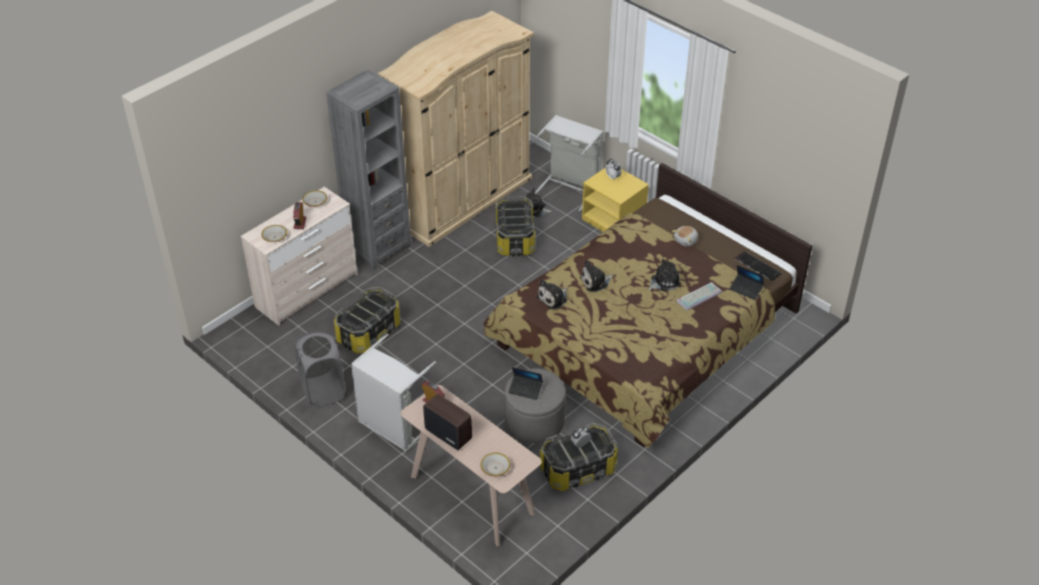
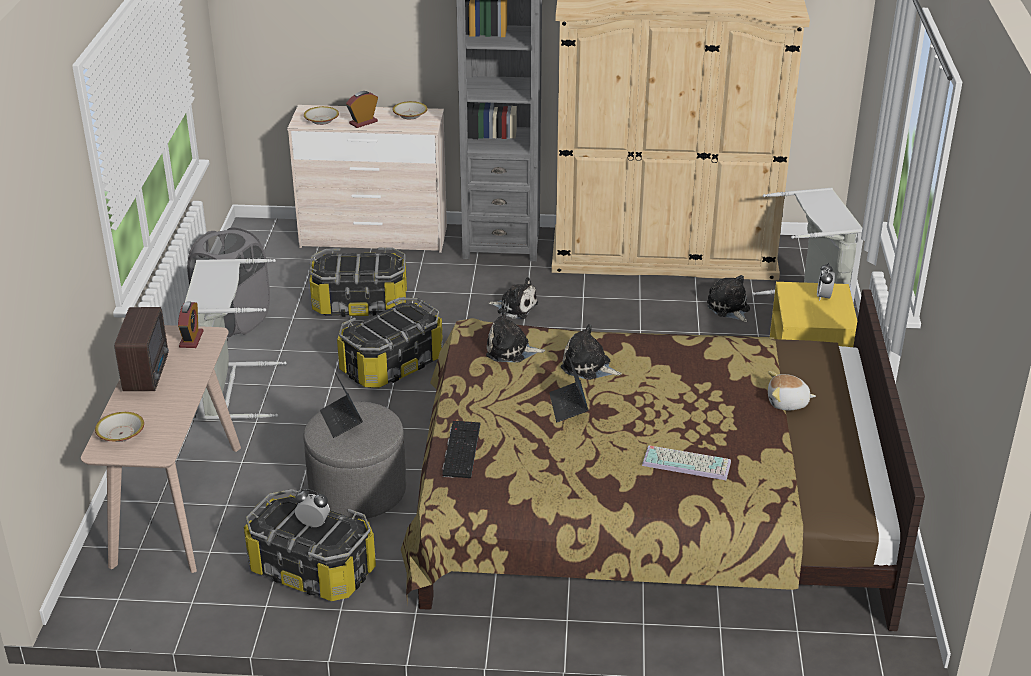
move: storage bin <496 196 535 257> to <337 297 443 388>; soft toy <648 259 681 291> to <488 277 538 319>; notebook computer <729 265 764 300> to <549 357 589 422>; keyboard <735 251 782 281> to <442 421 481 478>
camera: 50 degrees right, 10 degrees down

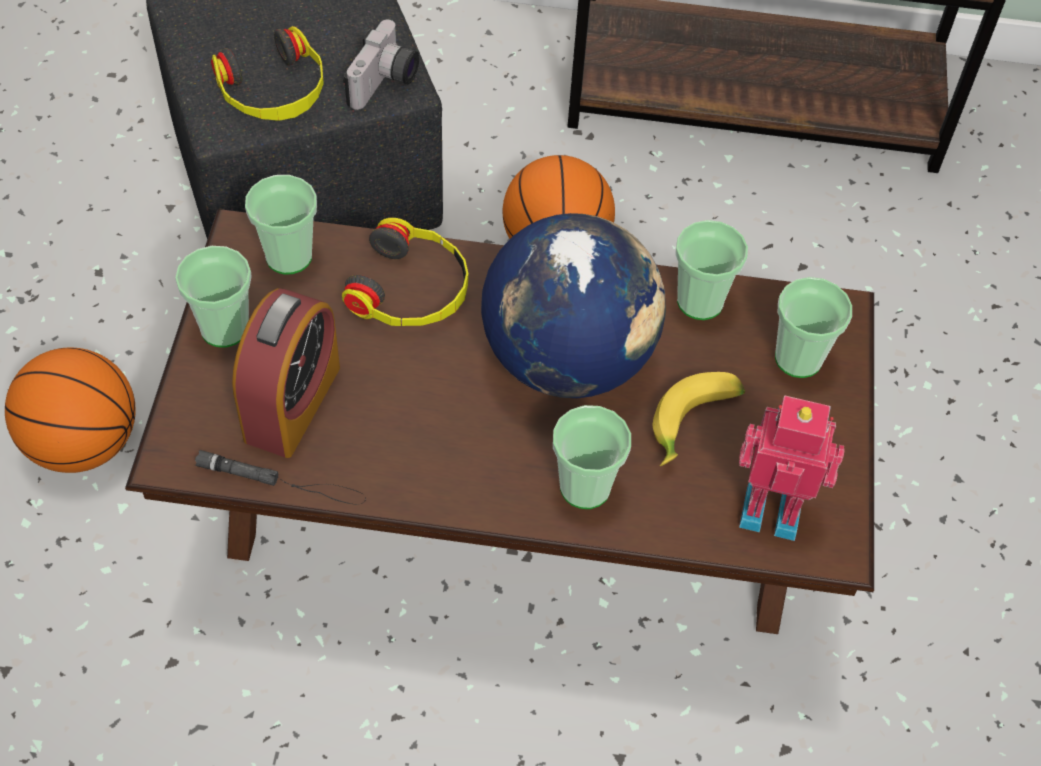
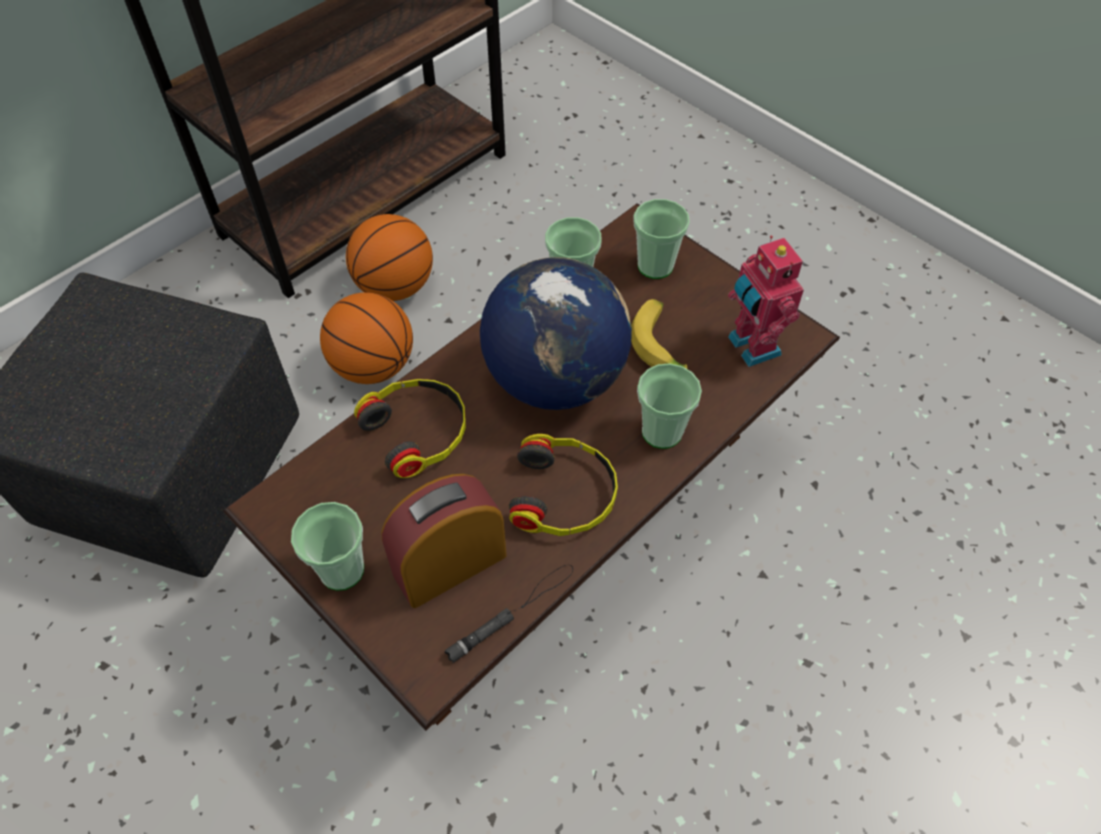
delete: cup <245 175 317 274>; still camera <343 20 419 110>
move: ball for basketball <5 348 136 473> to <346 214 433 301>; headset <211 26 324 121> to <509 434 618 536>
rotate: alarm clock <232 288 340 458> = <381 474 507 608> 90 degrees counterclockwise; toy robot <739 395 845 541> = <728 235 804 367> 75 degrees counterclockwise
camera: 50 degrees left, 0 degrees up

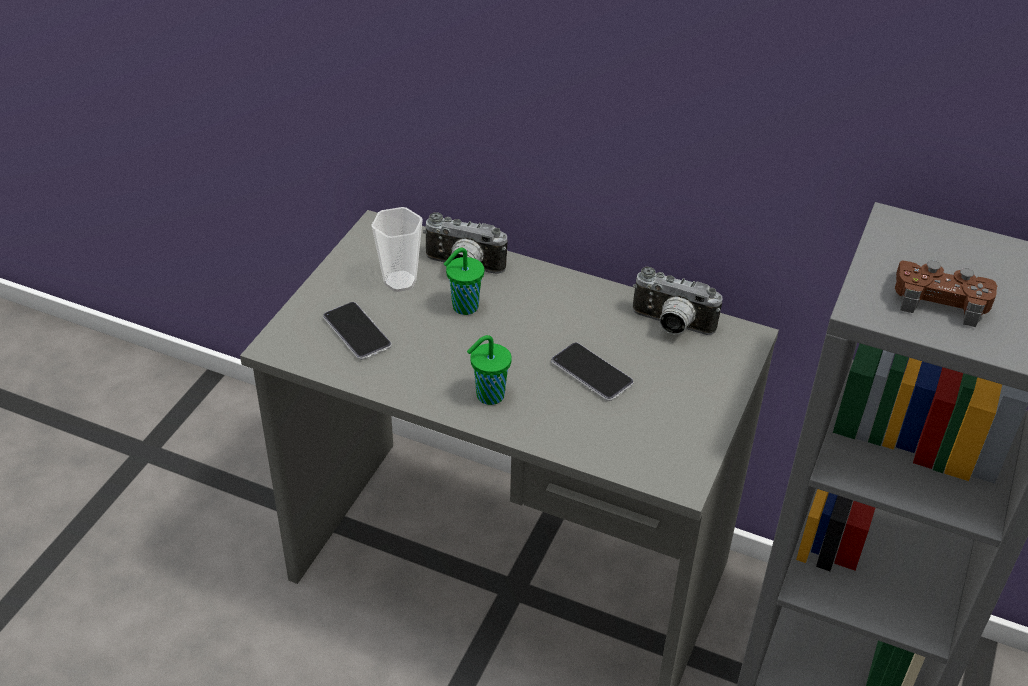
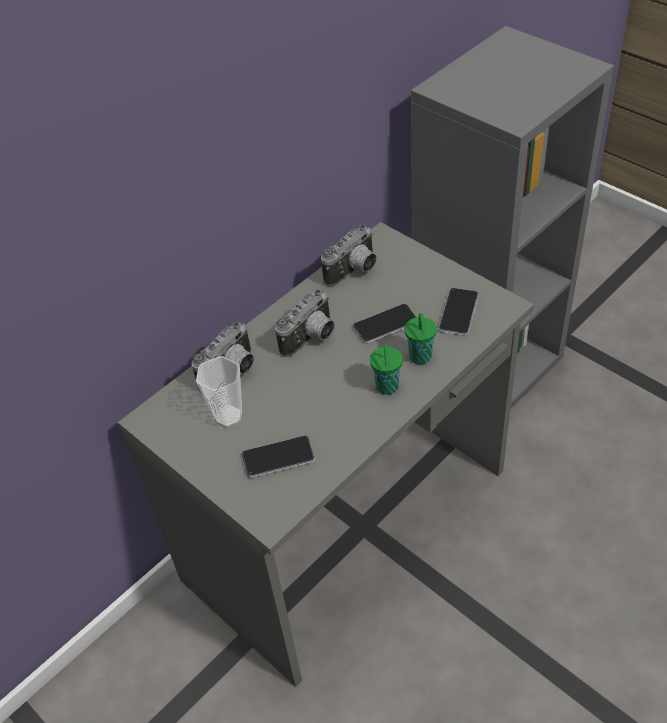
delete: brown-coloured gamepad <895 260 997 327>
insert: still camera <275 290 334 357>; handset <438 288 479 335>
move: green-coloured cup <444 248 484 315> to <404 313 437 364>
camera: 65 degrees left, 5 degrees up

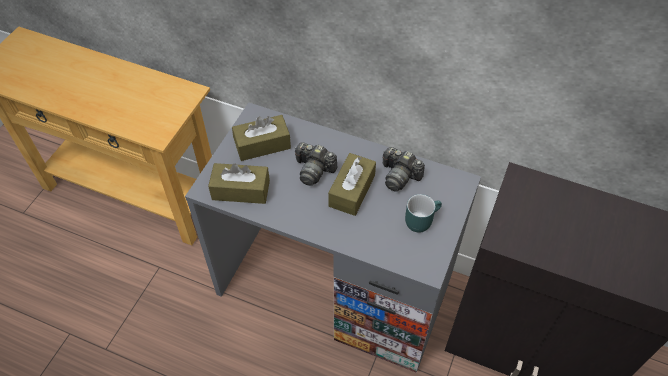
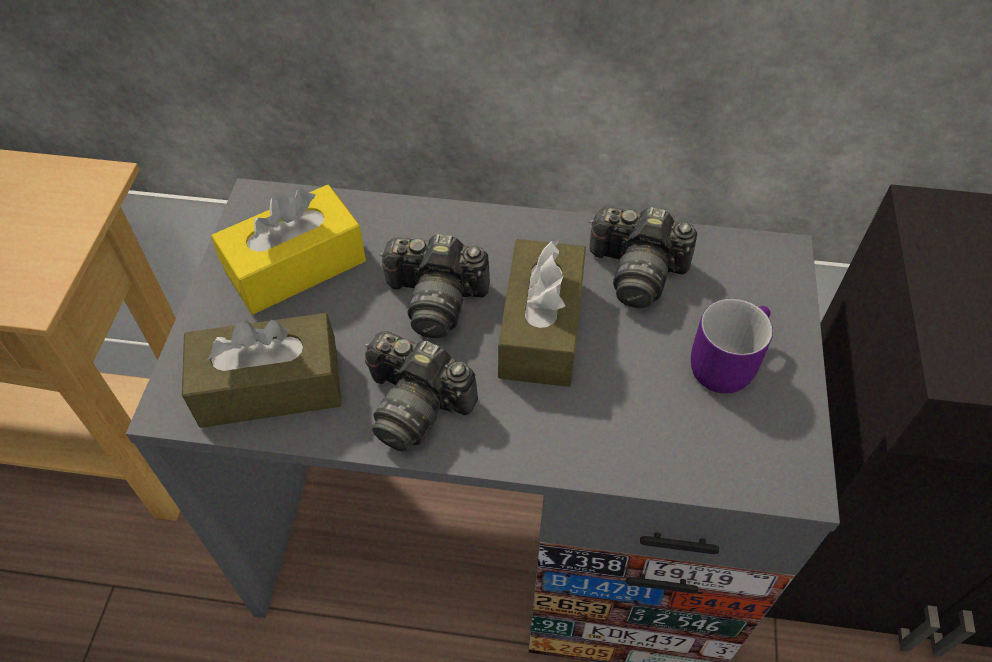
insert: still camera <365 331 478 452>
recolor: brown-coloured tissue holder <232 115 291 161> to yellow tissue holder <211 185 366 314>; turquoise coffee mug <405 194 442 233> to purple coffee mug <691 298 773 394>
camera: 15 degrees left, 0 degrees up

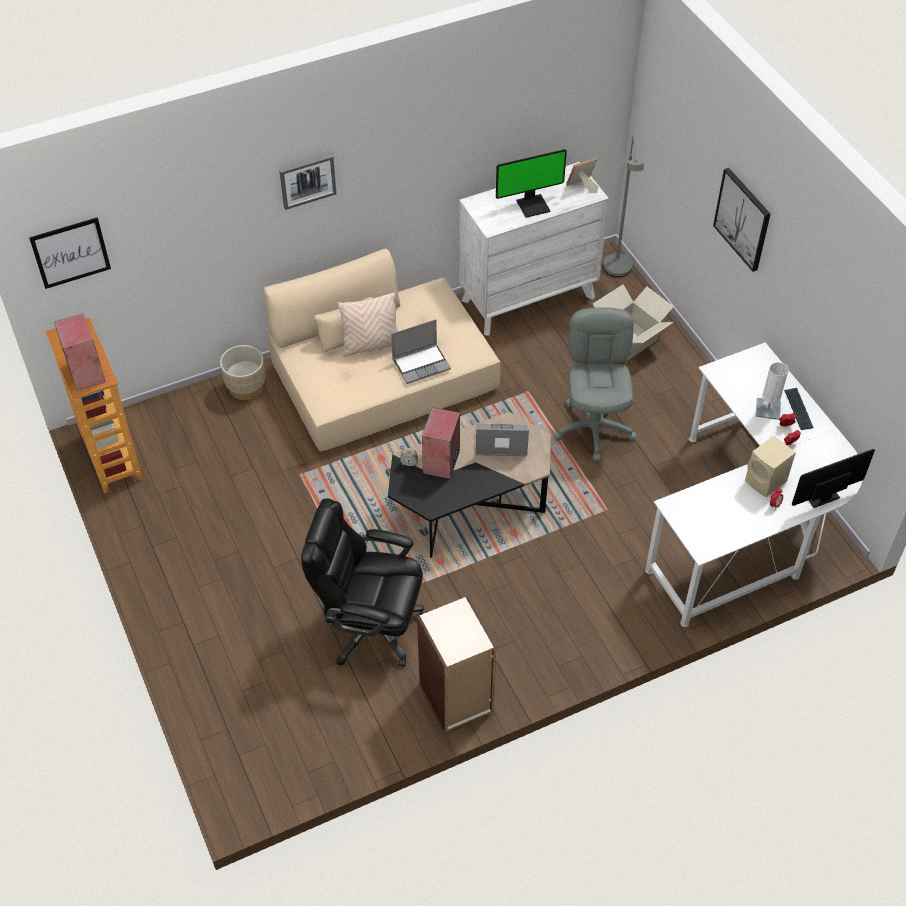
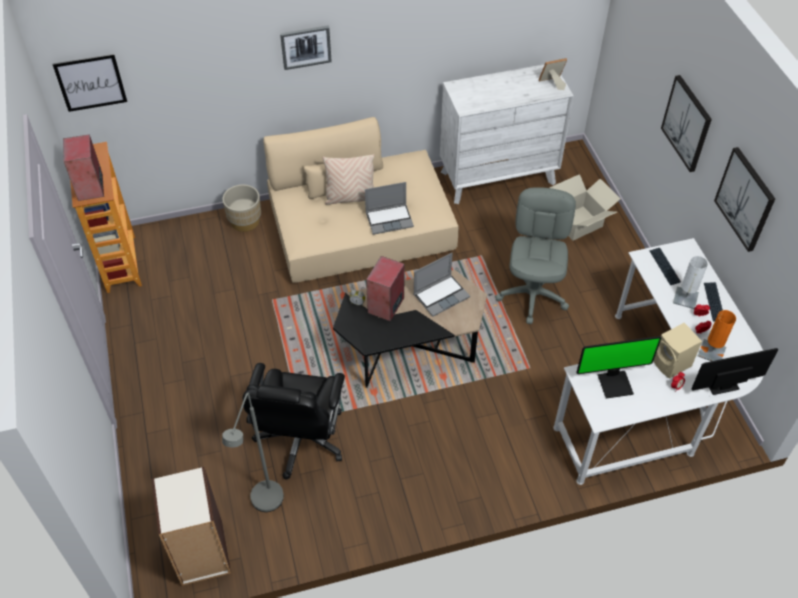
insert: keyboard <649 248 681 285>; orange-coloured lamp for a table <698 310 736 361>; picture <714 147 775 252>
move: shelving unit <417 596 496 733> to <151 467 231 586>; computer display <496 149 567 218> to <576 336 661 399>; greyish floor lamp <603 136 644 277> to <222 393 284 512>
rotate: black desk chair <301 498 428 667> = <243 363 345 480> 105 degrees counterclockwise; notebook computer <476 424 529 456> = <414 253 470 317> 135 degrees clockwise
camera: 10 degrees right, 0 degrees up

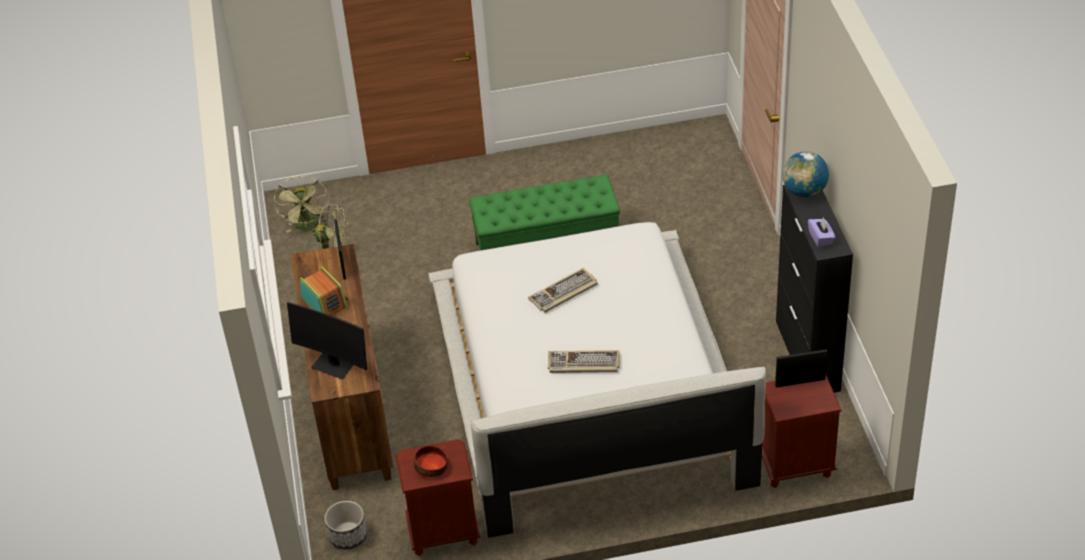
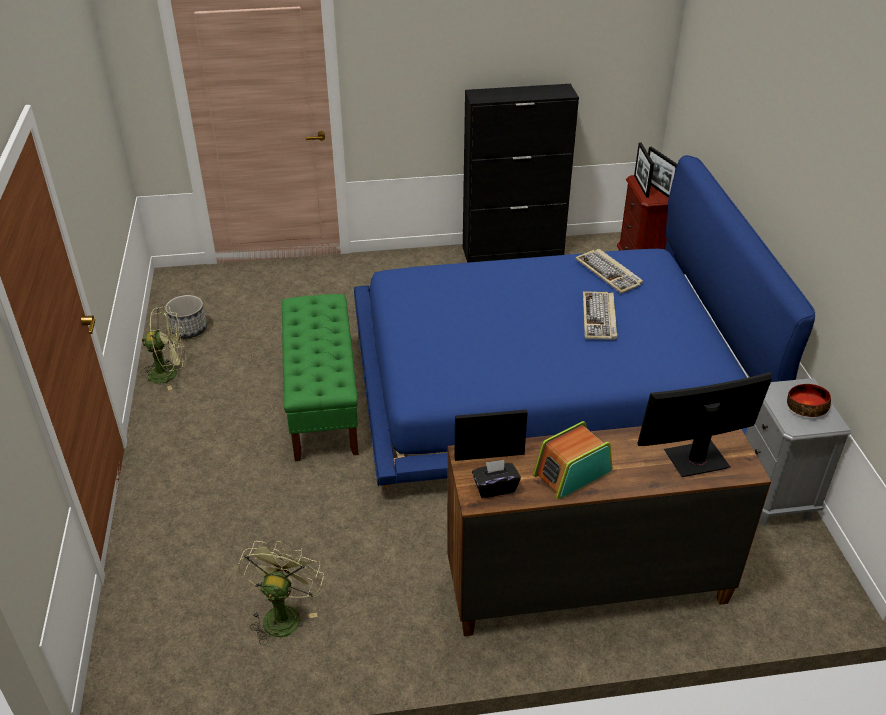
delete: world globe <782 151 829 197>; purple tissue holder <808 217 835 248>
insert: black tissue holder <472 459 521 498>; photo frame <648 147 677 198>
move: green-coloured electric fan <274 176 329 233> to <140 306 187 390>; plant pot <325 501 367 549> to <165 295 207 338>; keyboard <528 268 598 313> to <575 249 643 294>
recolor: brown-coloured night table <396 439 480 556> to greyish night table <745 378 851 526>; whitish sleeping bed <428 222 766 538> to blue-coloured sleeping bed <354 155 815 487>
rotate: computer display <287 302 367 380> = <637 372 772 477> 135 degrees counterclockwise
camera: 90 degrees left, 5 degrees down

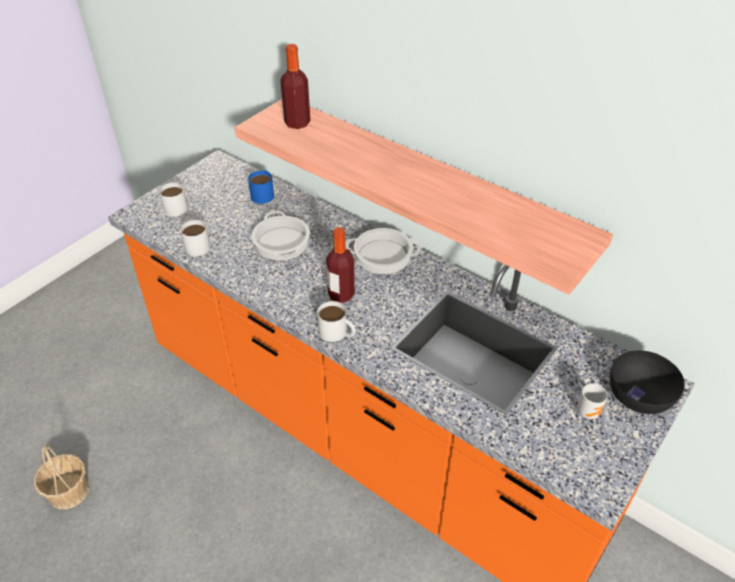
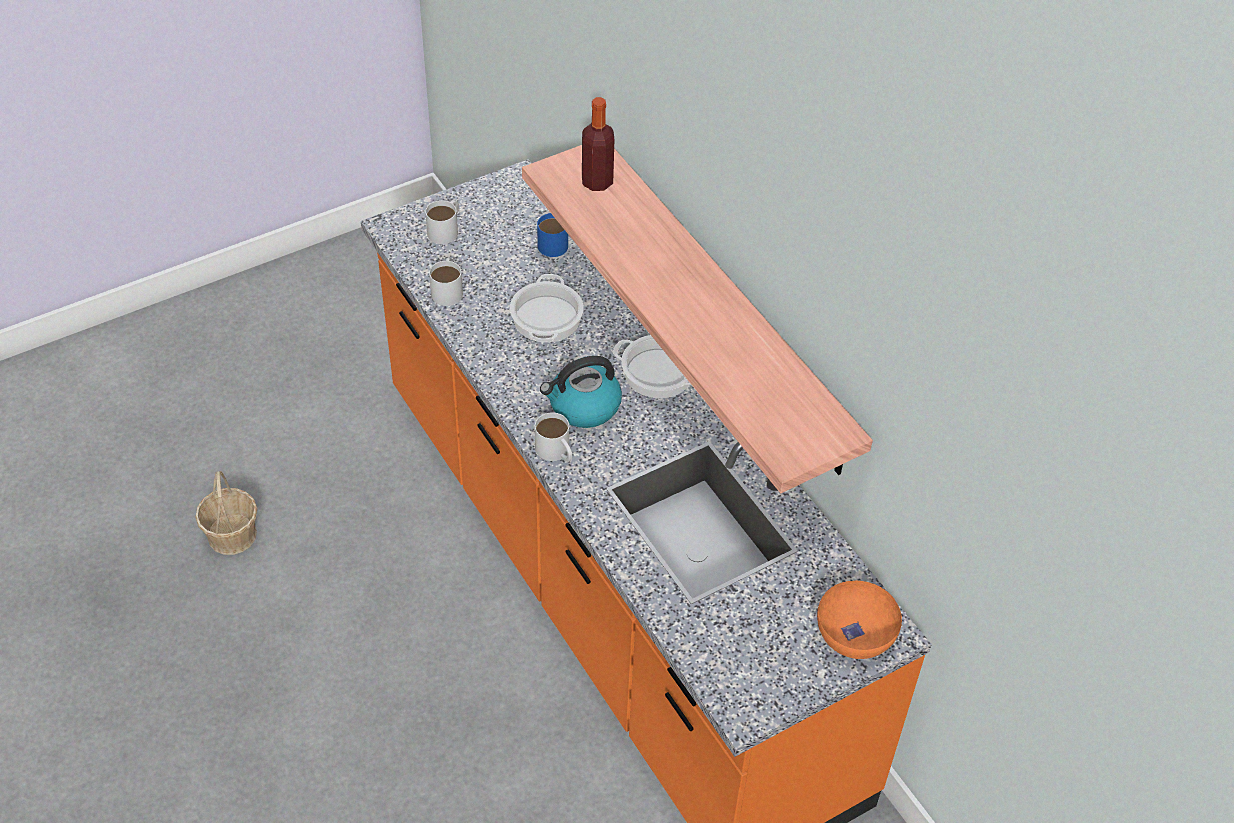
delete: coffee mug <577 384 608 419>
replace: drink bottle <326 227 355 303> to water kettle <540 356 622 428>
recolor: black bowl <610 350 684 414> to orange-coloured bowl <817 581 902 659>
camera: 20 degrees right, 5 degrees up

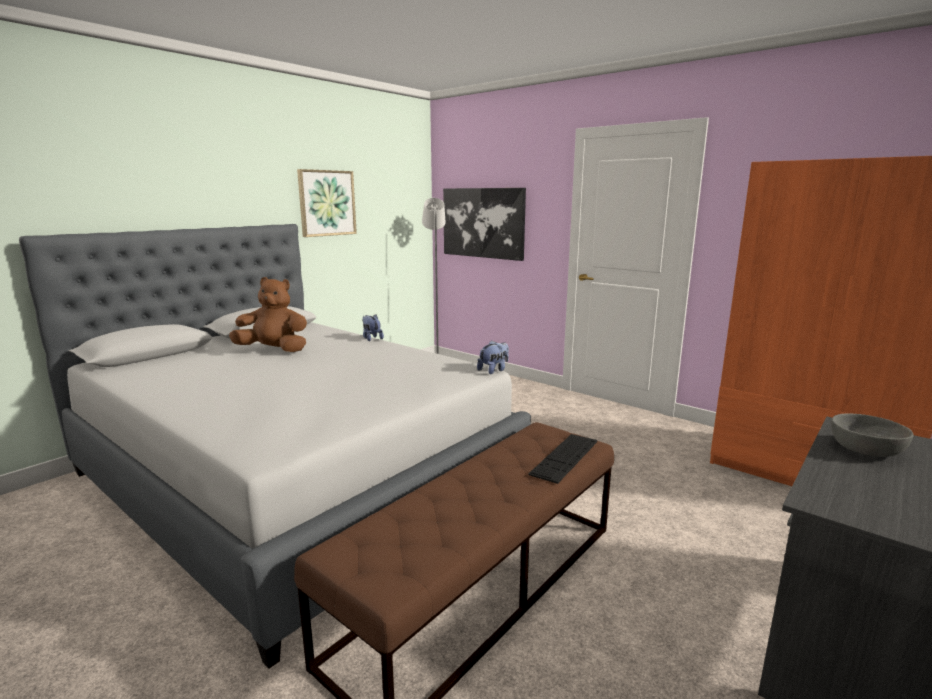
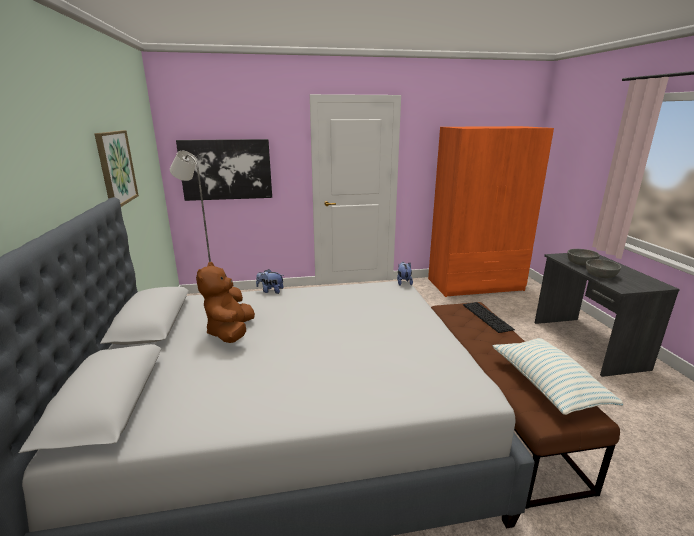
insert: pillow <493 338 623 415>; greyish bowl <586 259 621 278>
rotate: brown-coloured soft toy <229 277 307 352> = <196 262 255 343> 45 degrees counterclockwise
camera: 50 degrees left, 5 degrees up

